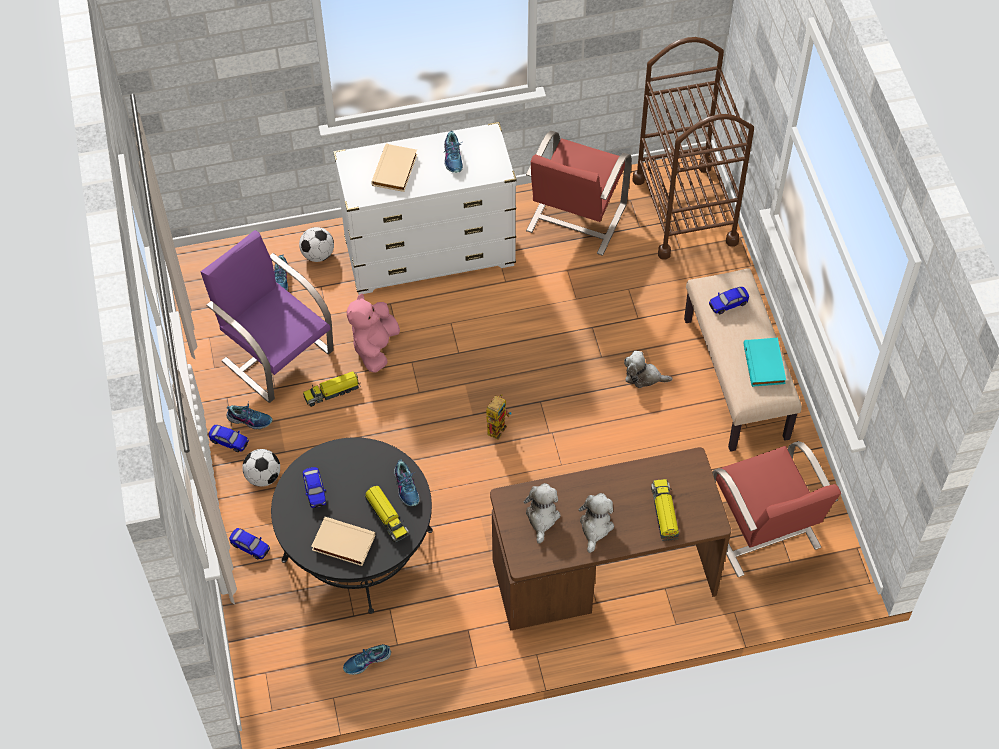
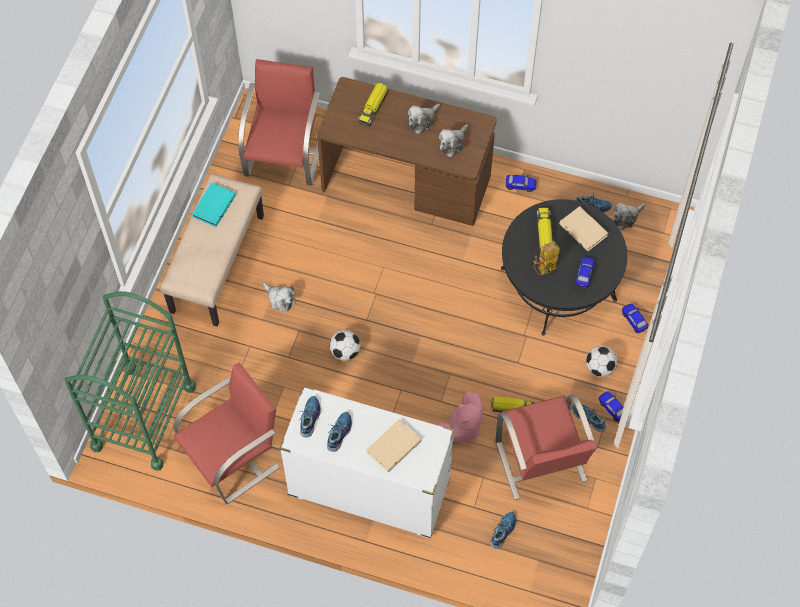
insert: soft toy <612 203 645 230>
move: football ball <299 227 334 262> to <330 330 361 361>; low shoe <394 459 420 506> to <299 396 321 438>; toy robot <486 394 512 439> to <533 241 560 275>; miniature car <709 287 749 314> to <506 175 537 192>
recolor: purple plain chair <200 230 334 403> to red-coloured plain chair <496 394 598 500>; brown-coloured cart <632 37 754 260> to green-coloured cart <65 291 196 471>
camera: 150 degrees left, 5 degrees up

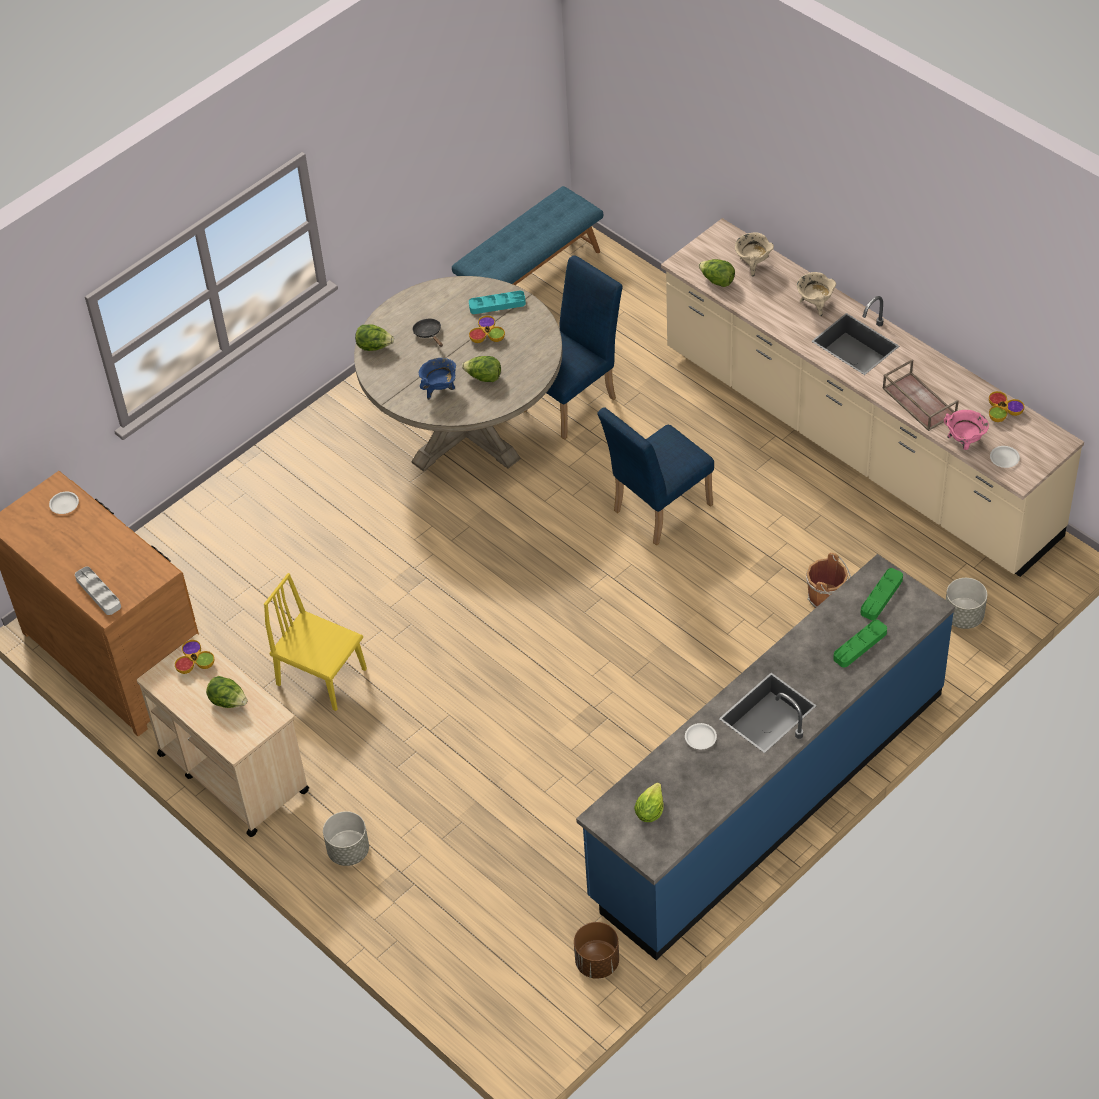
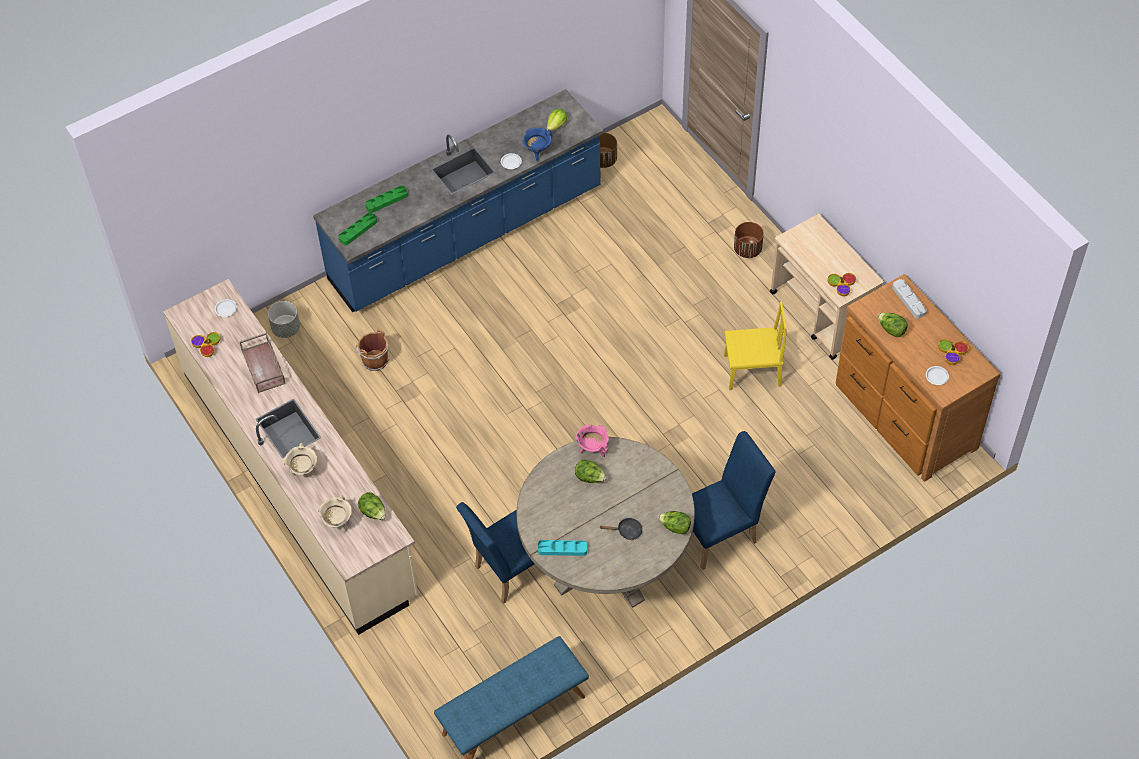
move: head of lettuce <206 676 247 708> to <878 313 908 337>; blue-coloured stockpot <419 358 456 400> to <523 128 553 161>; bowl <469 316 505 343> to <938 339 968 365>; blue-coloured plain chair <597 407 714 546> to <692 431 776 570>; pinkish stockpot <944 410 989 450> to <576 425 609 457>
recolor: greyish plant pot <323 811 369 866> to brown-coloured plant pot <734 222 764 258>
rotate: yellow plain chair <264 573 367 711> = <724 302 787 390> 45 degrees counterclockwise; black skillet <412 319 443 347> = <600 518 643 540> 75 degrees counterclockwise
camera: 170 degrees left, 5 degrees up

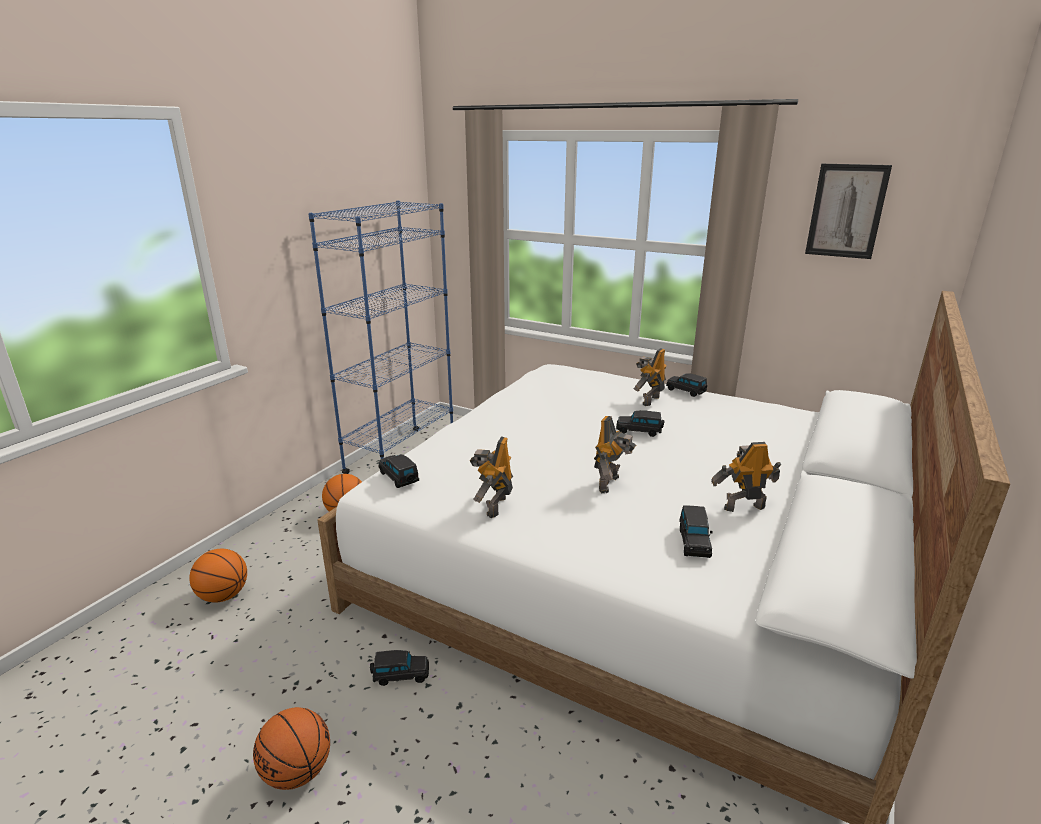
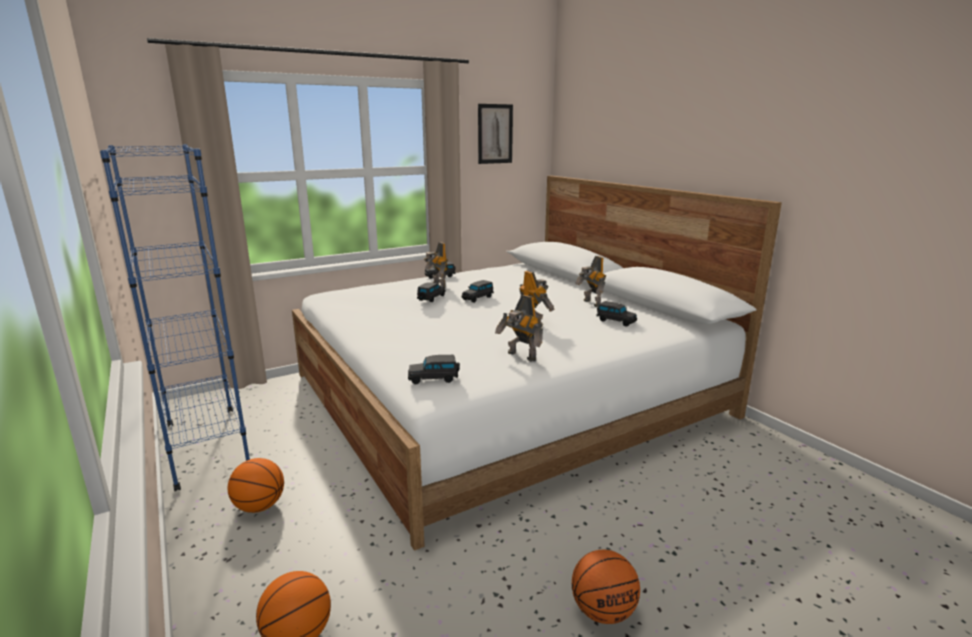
move: black miniature car <370 650 429 686> to <417 282 445 302>
rotate: toy robot <711 442 781 512> = <575 256 606 307> 45 degrees counterclockwise
camera: 60 degrees left, 5 degrees down

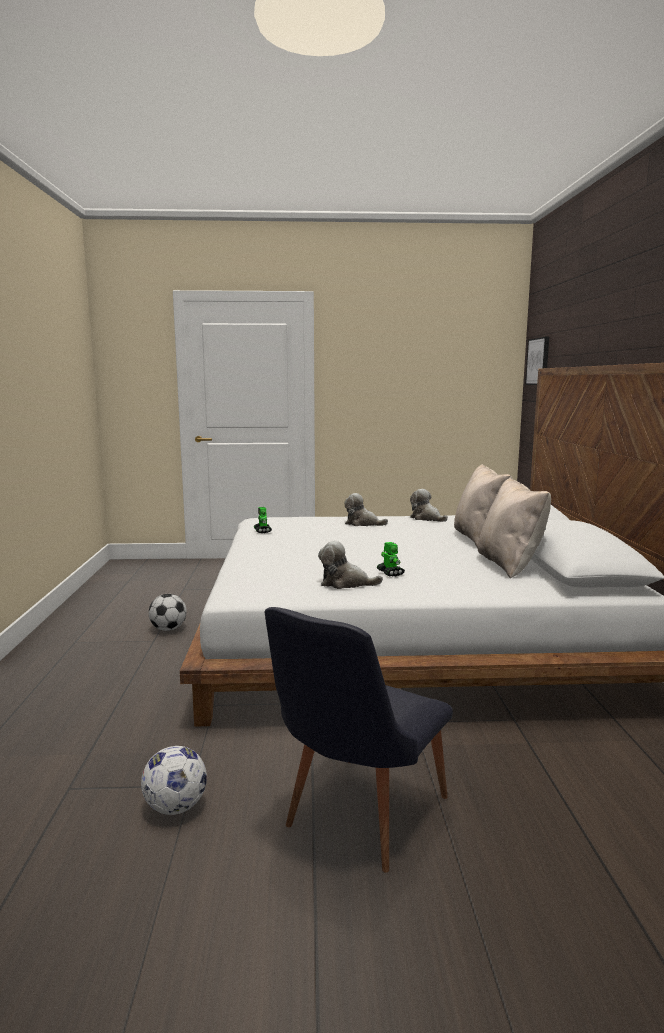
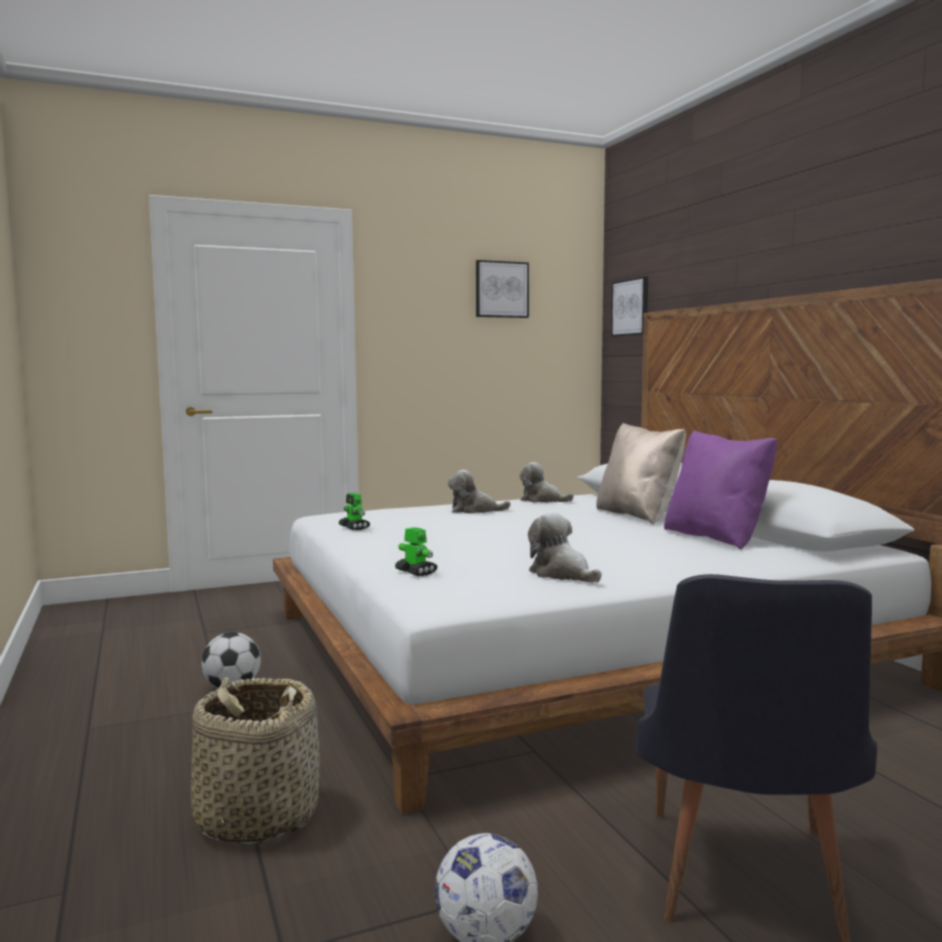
insert: household basket <191 677 320 844>; picture <476 260 529 318>
move: toy robot <377 542 405 577> to <395 527 437 576>
recolor: beige-coloured pillow <477 477 551 578> to purple pillow <664 430 777 550>
rotate: soft toy <318 541 383 589> = <528 513 602 582> 60 degrees clockwise
camera: 20 degrees left, 5 degrees down

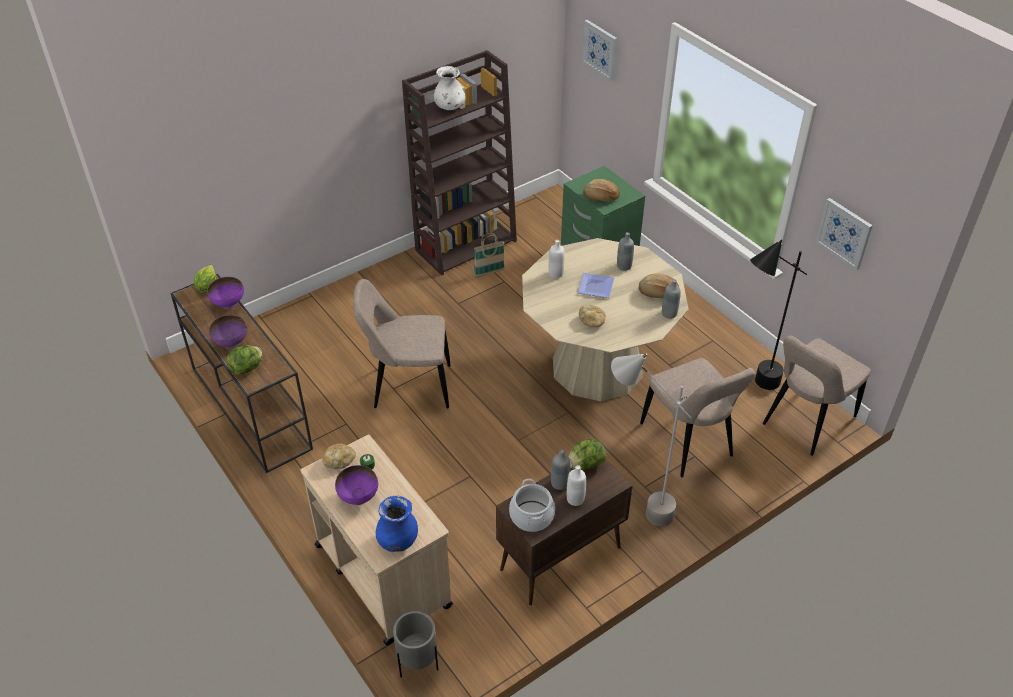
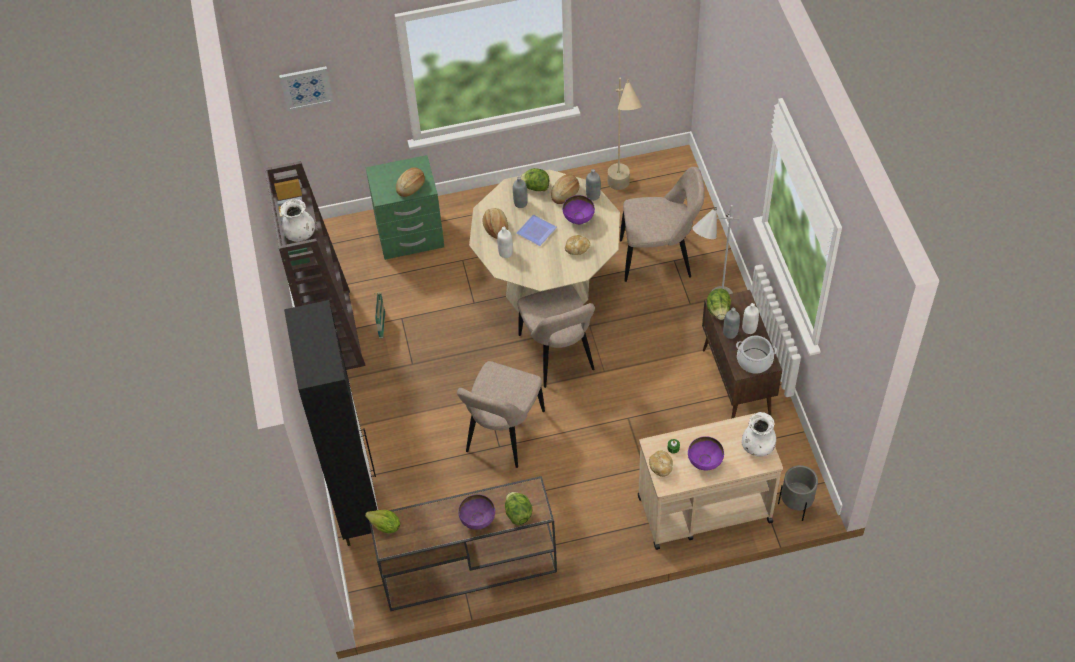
delete: picture <816 198 873 270>
insert: black storage cabinet <284 300 378 546>; bread <482 208 508 239>; head of lettuce <520 168 549 191>
move: purple bowl <207 277 244 310> to <563 195 595 225>; beige-coloured plain chair <763 336 871 456> to <517 285 595 388>
recolor: blue-coloured decorative vase <376 496 418 552> to whitish decorative vase <742 412 776 457>; black floor lamp <750 240 807 390> to beige-coloured floor lamp <608 78 642 190>
camera: 65 degrees left, 10 degrees up

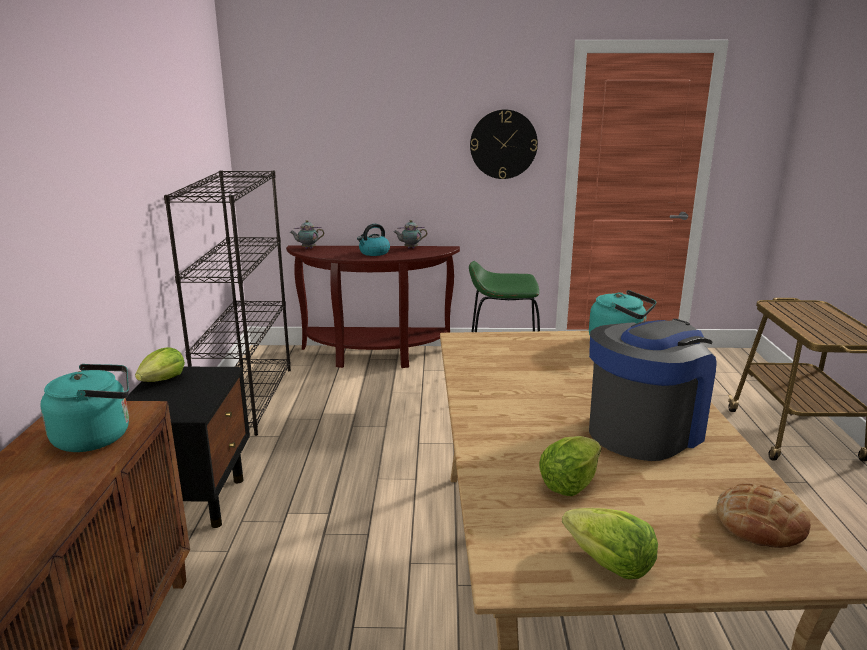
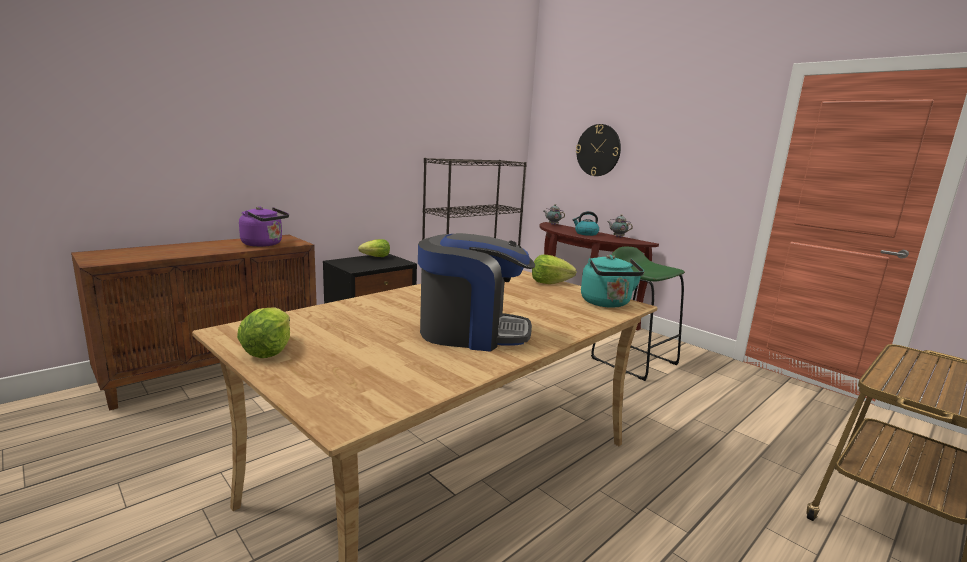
delete: bread <716 483 811 548>
move: clock on the wall <470 109 538 179> to <576 124 621 176>; head of lettuce <539 436 601 496> to <532 255 577 284>
recolor: turquoise water kettle <40 364 129 452> to purple water kettle <239 206 289 247>
camera: 45 degrees right, 5 degrees down

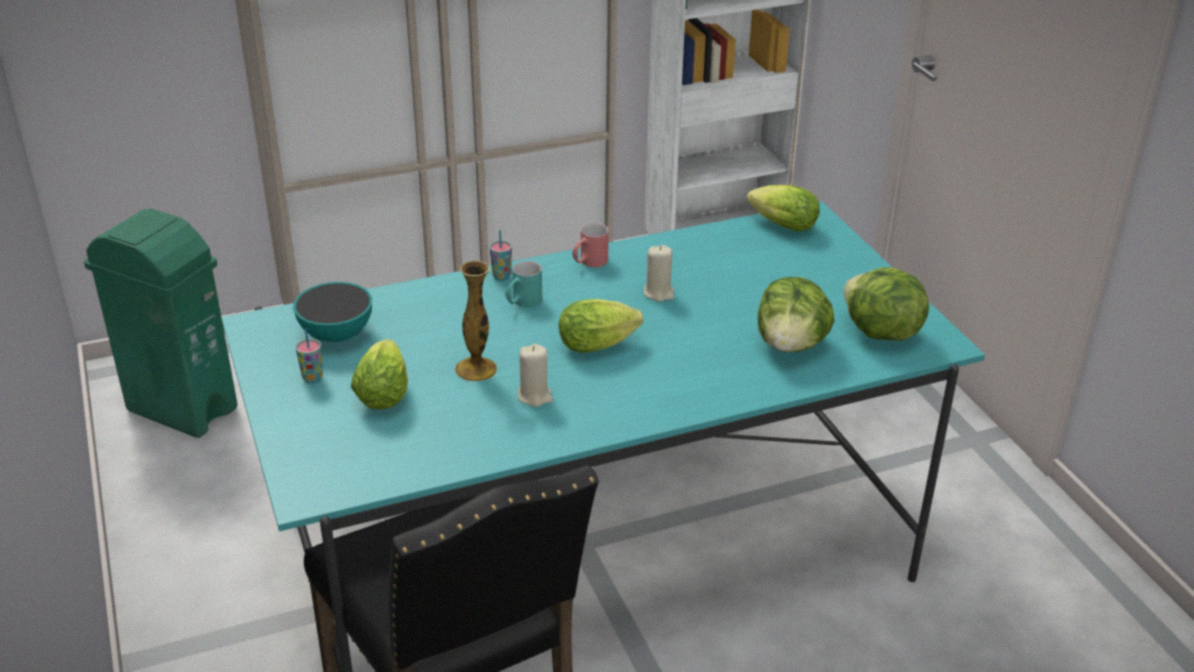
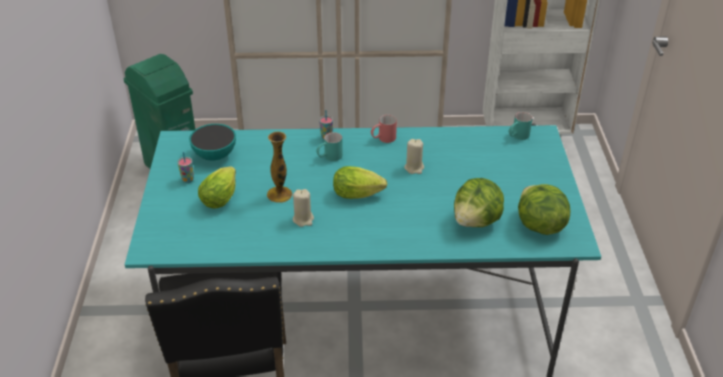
replace: head of lettuce <747 185 820 232> to turquoise coffee mug <508 112 533 140>
camera: 20 degrees right, 5 degrees up

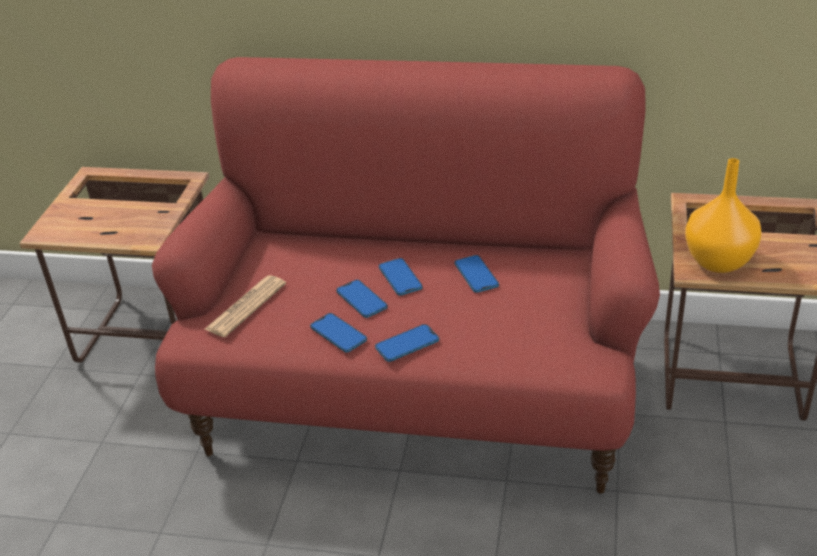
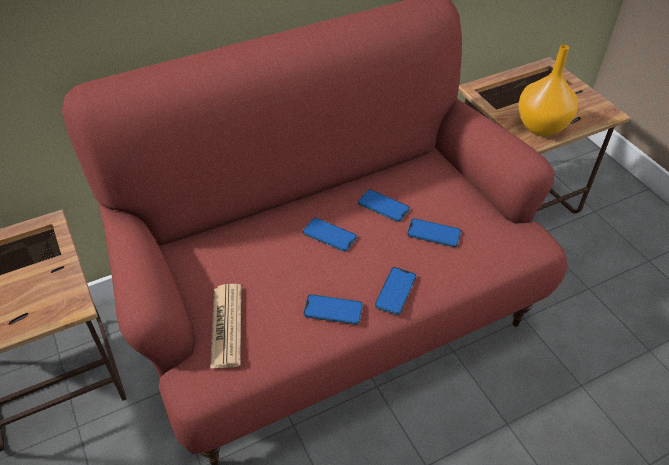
move: handset <336 280 388 318> to <407 218 461 247>
camera: 40 degrees left, 10 degrees up

